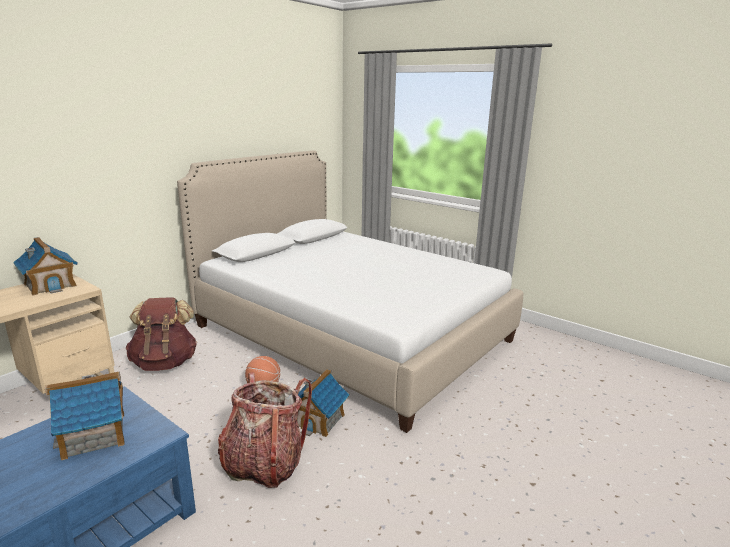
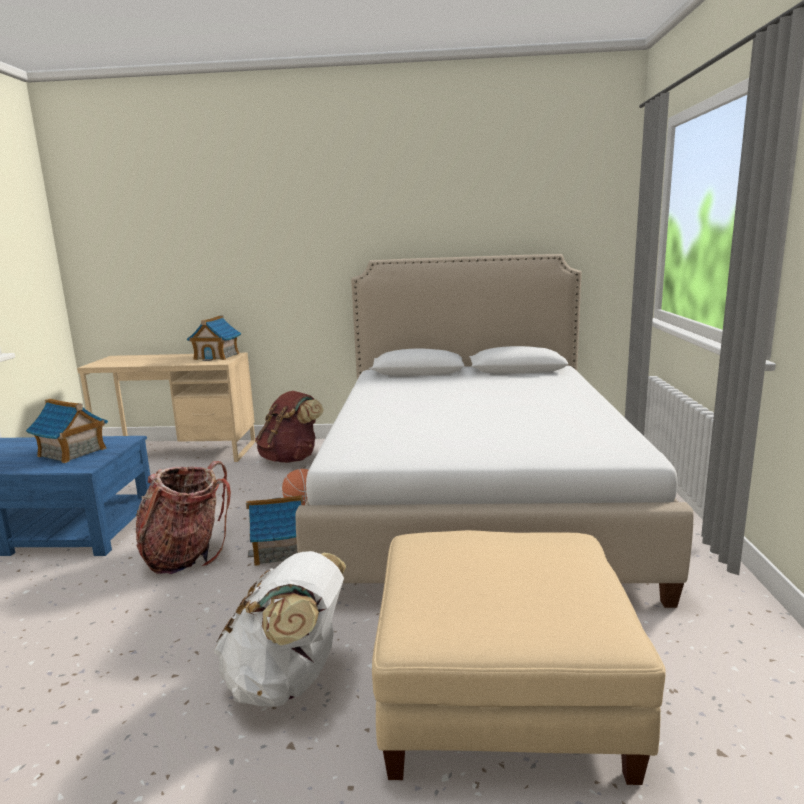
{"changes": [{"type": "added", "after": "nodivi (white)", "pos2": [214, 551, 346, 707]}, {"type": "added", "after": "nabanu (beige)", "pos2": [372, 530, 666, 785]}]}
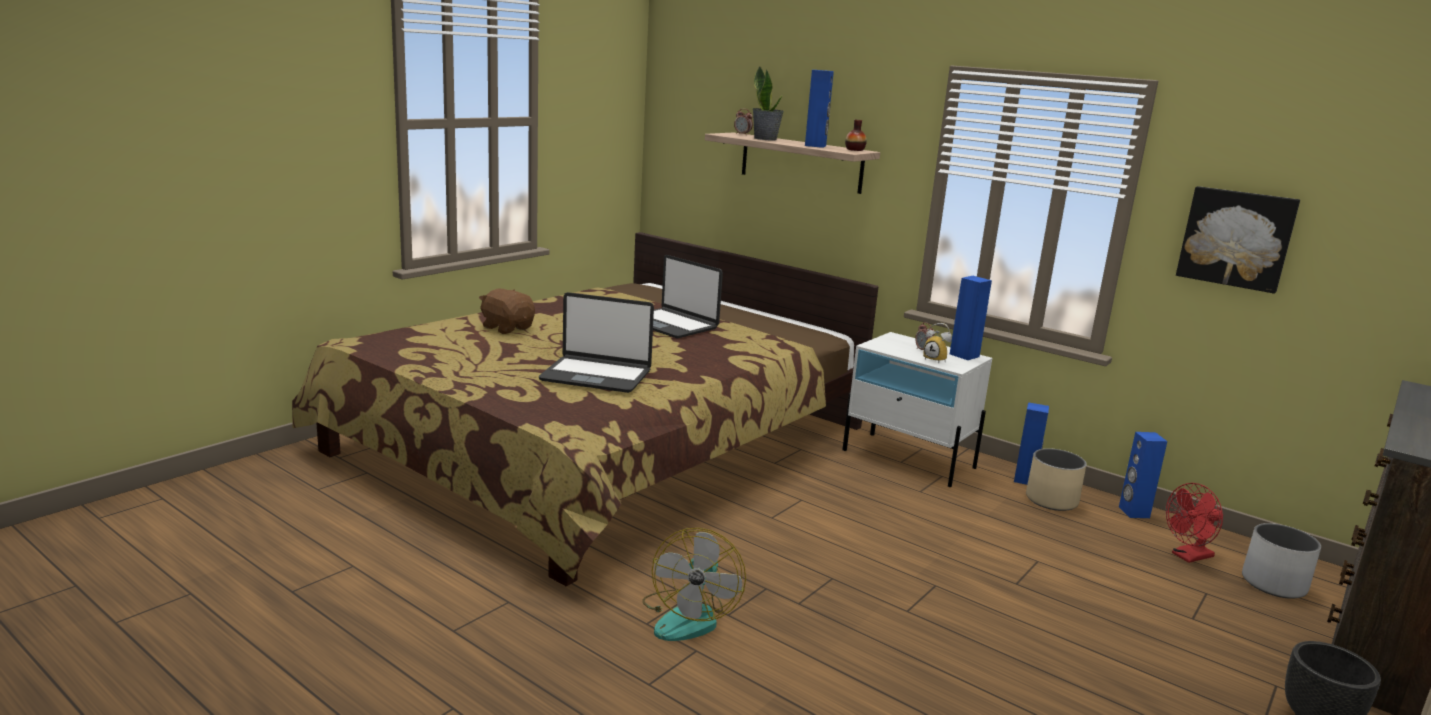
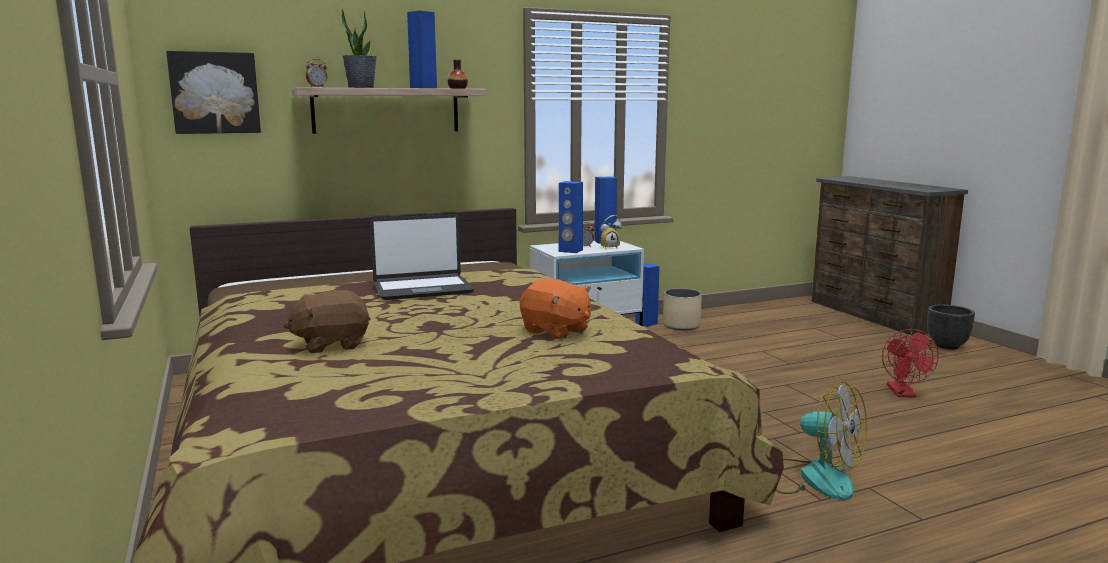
{"changes": [{"type": "removed", "before": "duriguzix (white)", "pos1": [1242, 523, 1321, 599]}, {"type": "moved", "before": "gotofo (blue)", "pos1": [1119, 432, 1167, 518], "pos2": [559, 181, 583, 253]}, {"type": "moved", "before": "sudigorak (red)", "pos1": [1166, 483, 1223, 563], "pos2": [882, 329, 939, 397]}, {"type": "moved", "before": "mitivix", "pos1": [1176, 186, 1300, 294], "pos2": [166, 51, 261, 134]}, {"type": "replaced", "before": "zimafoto", "after": "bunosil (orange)", "pos1": [539, 292, 654, 393], "pos2": [520, 279, 591, 340]}]}
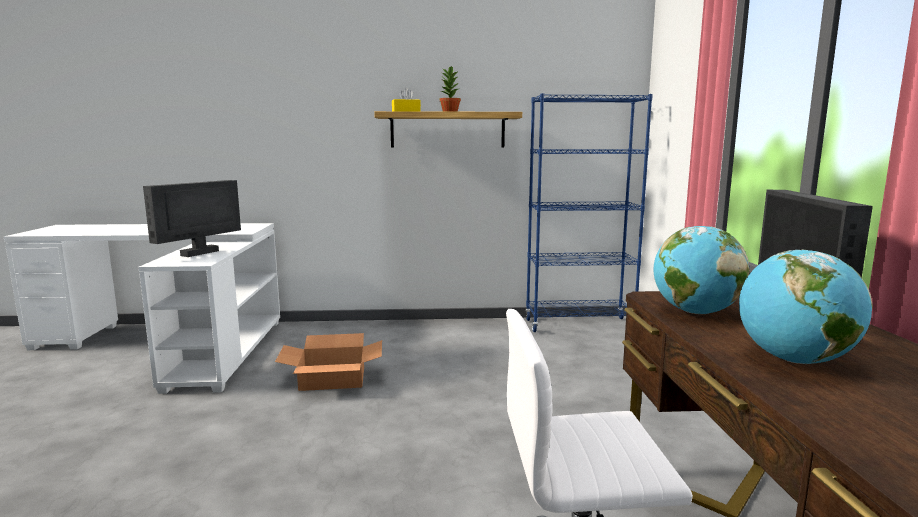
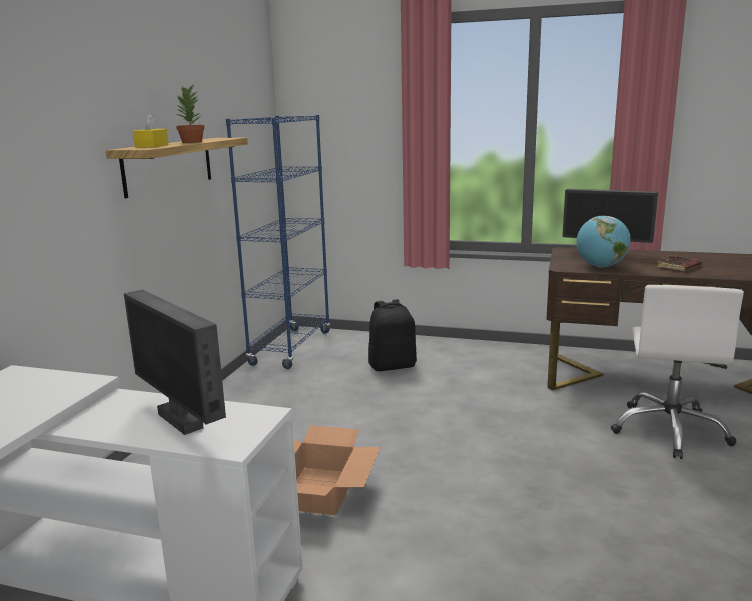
{"changes": [{"type": "added", "after": "nodivi (black)", "pos2": [368, 299, 417, 371]}, {"type": "replaced", "before": "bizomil", "after": "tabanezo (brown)", "pos1": [739, 250, 872, 364], "pos2": [657, 256, 702, 272]}]}
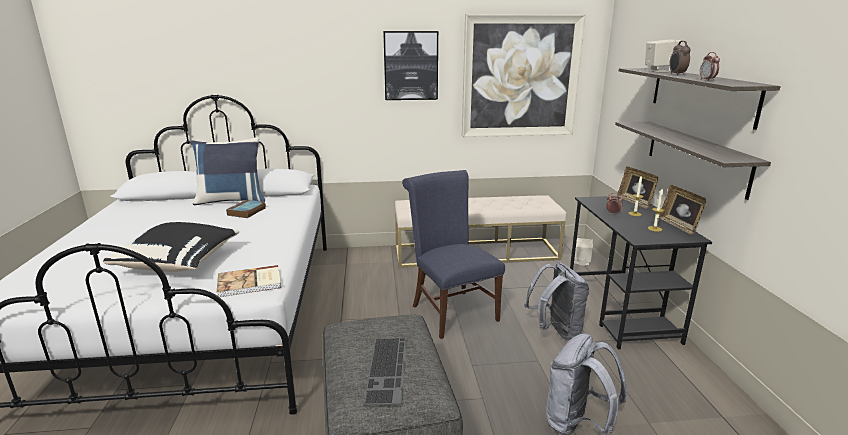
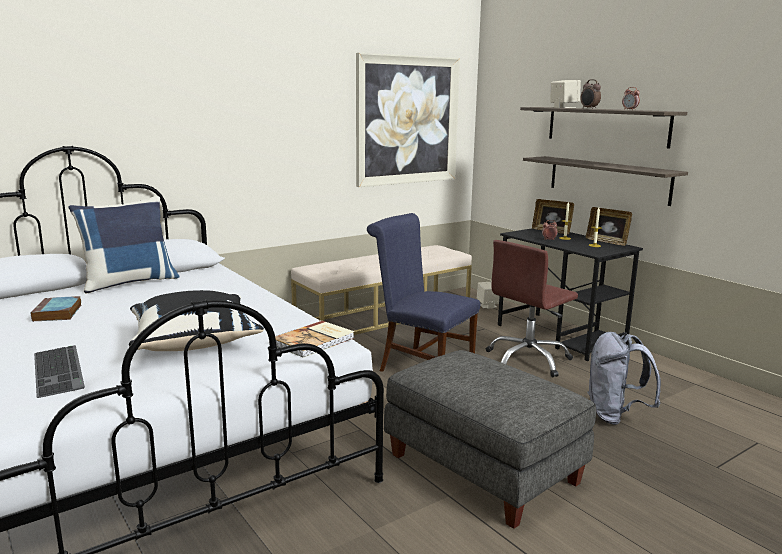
{"changes": [{"type": "removed", "before": "mitivix", "pos1": [383, 31, 438, 100]}, {"type": "moved", "before": "tabanezo", "pos1": [226, 200, 266, 218], "pos2": [31, 296, 81, 322]}, {"type": "moved", "before": "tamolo", "pos1": [363, 338, 407, 405], "pos2": [34, 345, 85, 398]}, {"type": "replaced", "before": "nodivi (grey)", "after": "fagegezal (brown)", "pos1": [524, 262, 589, 341], "pos2": [486, 240, 578, 377]}]}
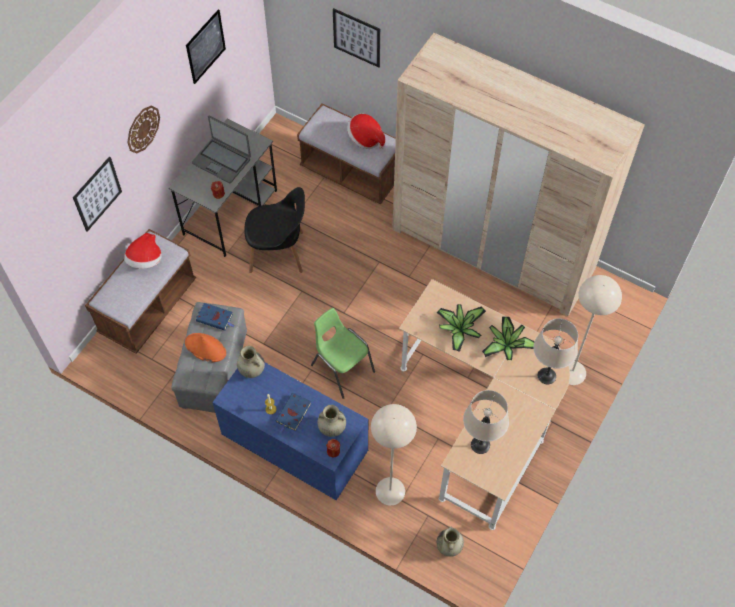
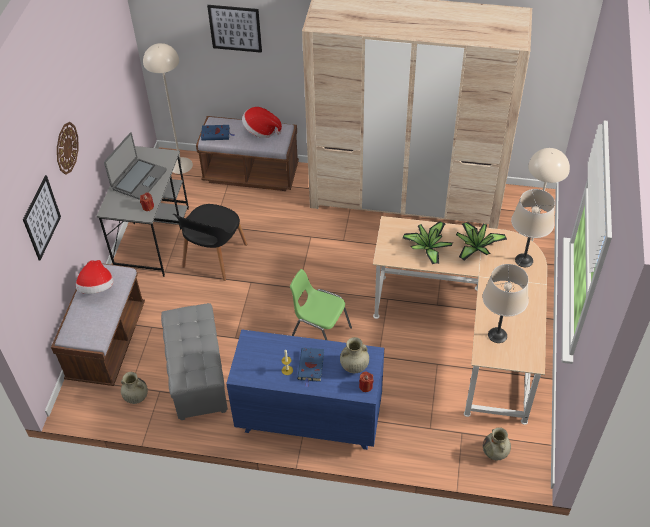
{"changes": [{"type": "removed", "before": "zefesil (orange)", "pos1": [185, 333, 226, 362]}, {"type": "removed", "before": "mitivix", "pos1": [186, 9, 226, 84]}, {"type": "moved", "before": "tabanezo (blue)", "pos1": [196, 303, 234, 331], "pos2": [201, 125, 235, 140]}, {"type": "moved", "before": "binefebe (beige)", "pos1": [237, 346, 265, 378], "pos2": [121, 372, 148, 404]}, {"type": "moved", "before": "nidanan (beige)", "pos1": [371, 404, 417, 505], "pos2": [143, 43, 193, 174]}, {"type": "turned", "before": "zimafoto", "pos1": [192, 116, 251, 183], "pos2": [104, 132, 167, 200], "turn": -75}, {"type": "turned", "before": "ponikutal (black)", "pos1": [244, 187, 305, 273], "pos2": [173, 204, 247, 281], "turn": 135}]}
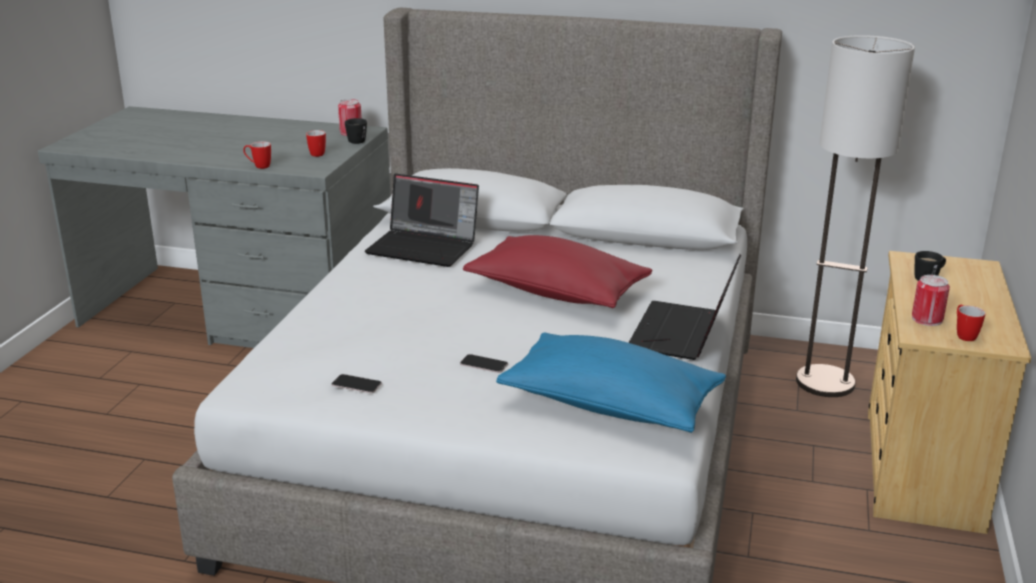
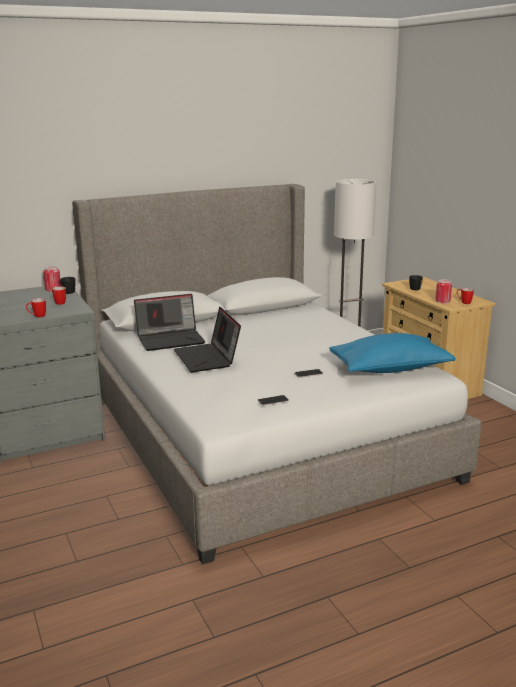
{"changes": [{"type": "removed", "before": "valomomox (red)", "pos1": [463, 235, 652, 308]}, {"type": "moved", "before": "zimafoto", "pos1": [629, 254, 741, 360], "pos2": [174, 307, 241, 372]}]}
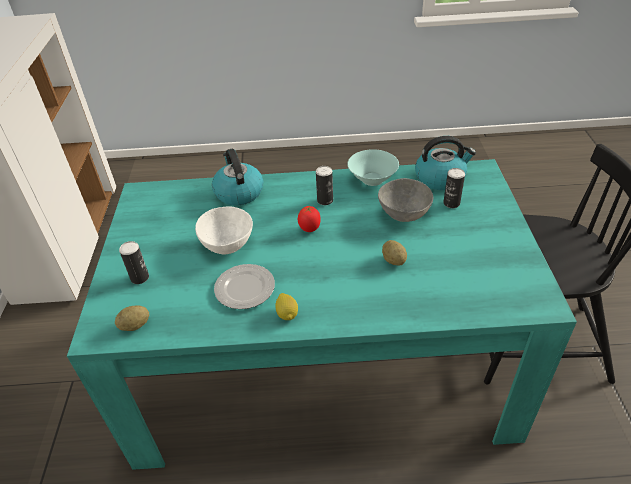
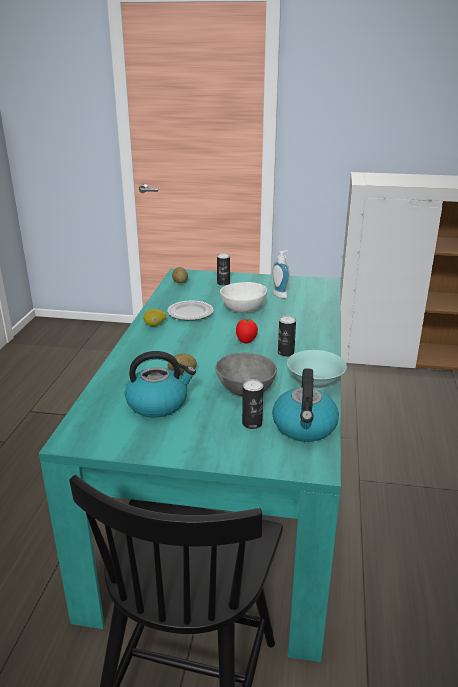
{"changes": [{"type": "added", "after": "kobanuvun", "pos2": [272, 250, 290, 298]}, {"type": "moved", "before": "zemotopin", "pos1": [212, 149, 263, 205], "pos2": [125, 351, 196, 417]}]}
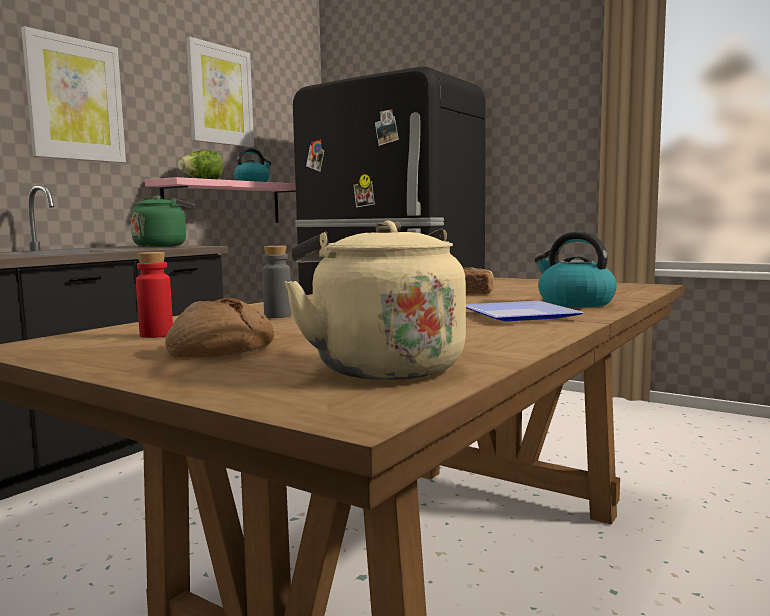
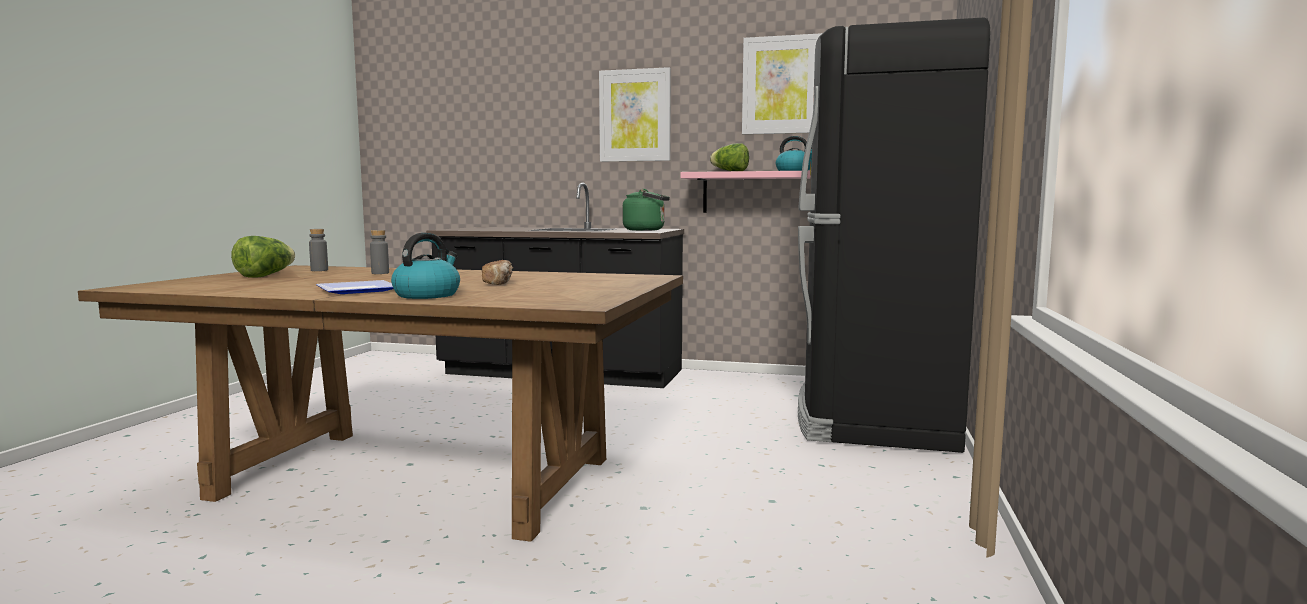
{"changes": [{"type": "removed", "before": "zemotopin (beige)", "pos1": [284, 220, 466, 380]}, {"type": "replaced", "before": "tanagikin", "after": "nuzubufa", "pos1": [165, 298, 274, 358], "pos2": [231, 236, 295, 278]}, {"type": "recoloured", "before": "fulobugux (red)", "after": "fulobugux (grey)", "pos1": [136, 252, 173, 338], "pos2": [309, 229, 328, 271]}]}
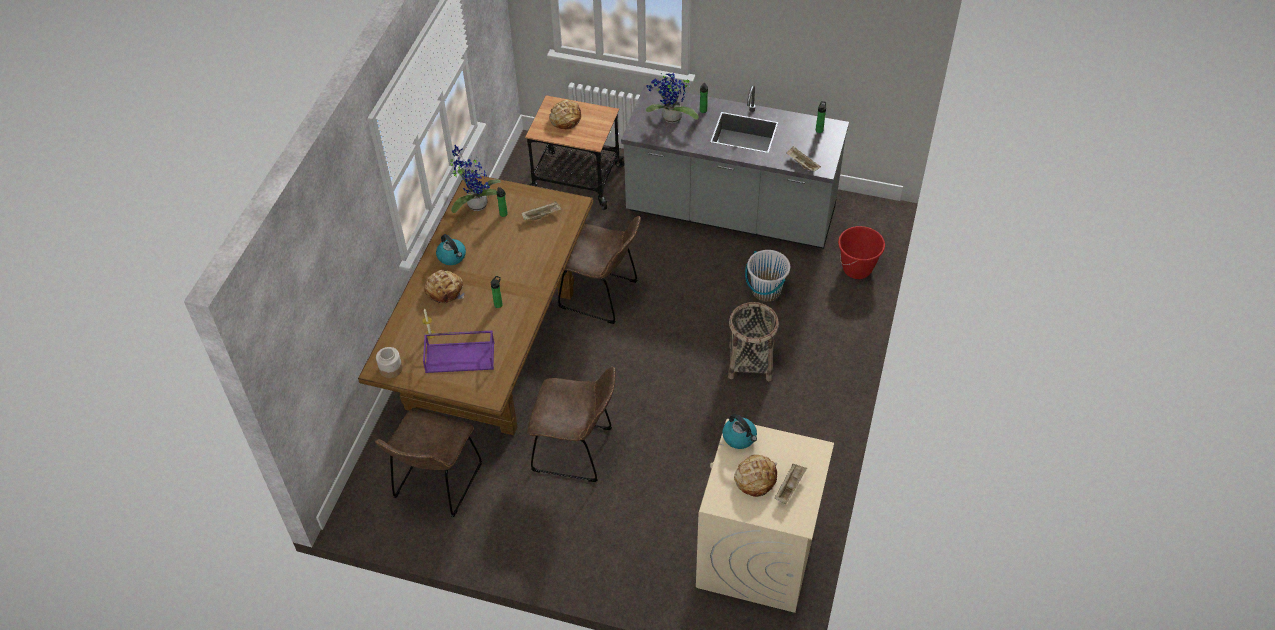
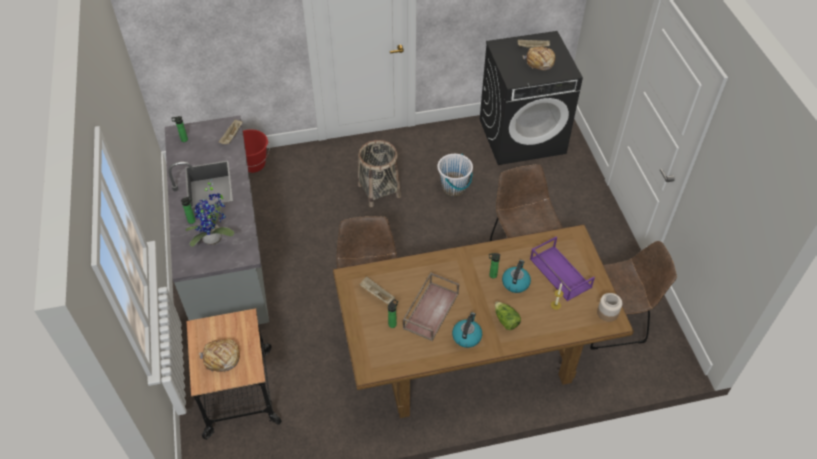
{"changes": [{"type": "removed", "before": "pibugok", "pos1": [450, 145, 501, 213]}, {"type": "added", "after": "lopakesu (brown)", "pos2": [403, 272, 459, 341]}, {"type": "moved", "before": "zemotopin", "pos1": [722, 414, 757, 449], "pos2": [502, 260, 531, 293]}, {"type": "moved", "before": "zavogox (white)", "pos1": [745, 250, 790, 302], "pos2": [437, 154, 473, 197]}, {"type": "replaced", "before": "tanagikin", "after": "nuzubufa", "pos1": [424, 270, 465, 303], "pos2": [495, 302, 521, 330]}, {"type": "recoloured", "before": "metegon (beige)", "after": "metegon (black)", "pos1": [696, 419, 834, 613], "pos2": [480, 31, 583, 165]}]}
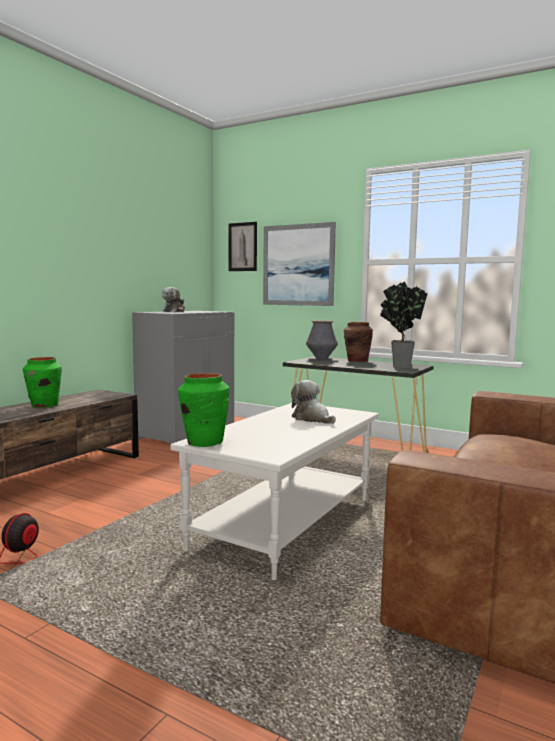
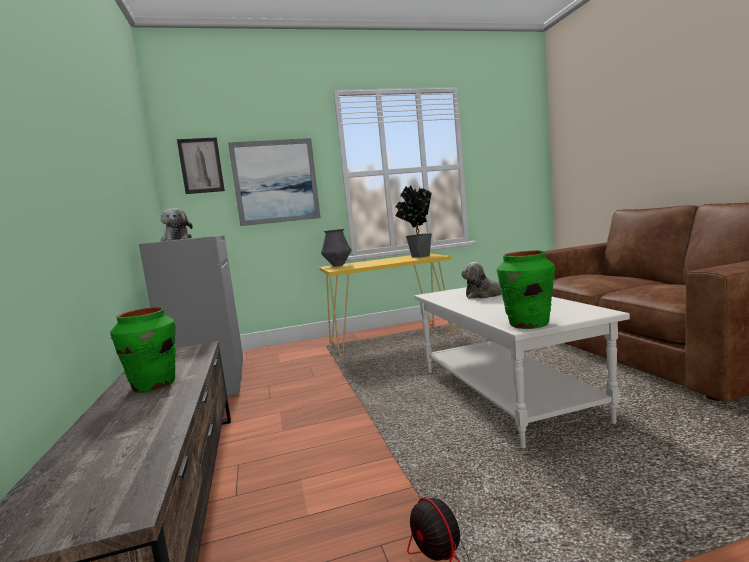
{"changes": [{"type": "removed", "before": "binefebe (brown)", "pos1": [344, 322, 373, 362]}, {"type": "recoloured", "before": "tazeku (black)", "after": "tazeku (yellow)", "pos1": [283, 356, 434, 453], "pos2": [319, 254, 454, 356]}]}
